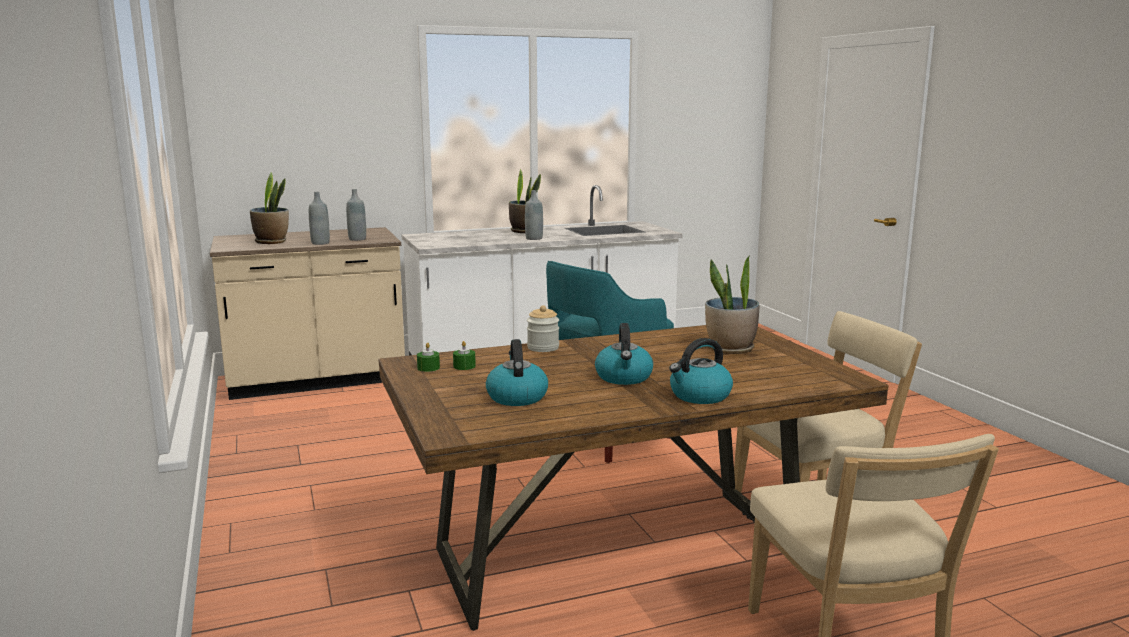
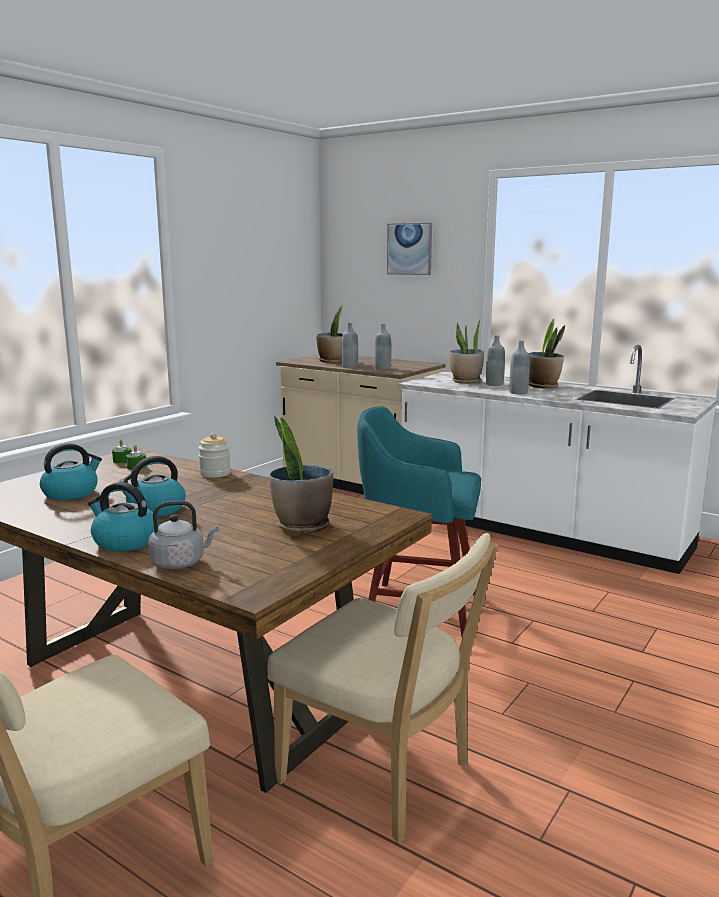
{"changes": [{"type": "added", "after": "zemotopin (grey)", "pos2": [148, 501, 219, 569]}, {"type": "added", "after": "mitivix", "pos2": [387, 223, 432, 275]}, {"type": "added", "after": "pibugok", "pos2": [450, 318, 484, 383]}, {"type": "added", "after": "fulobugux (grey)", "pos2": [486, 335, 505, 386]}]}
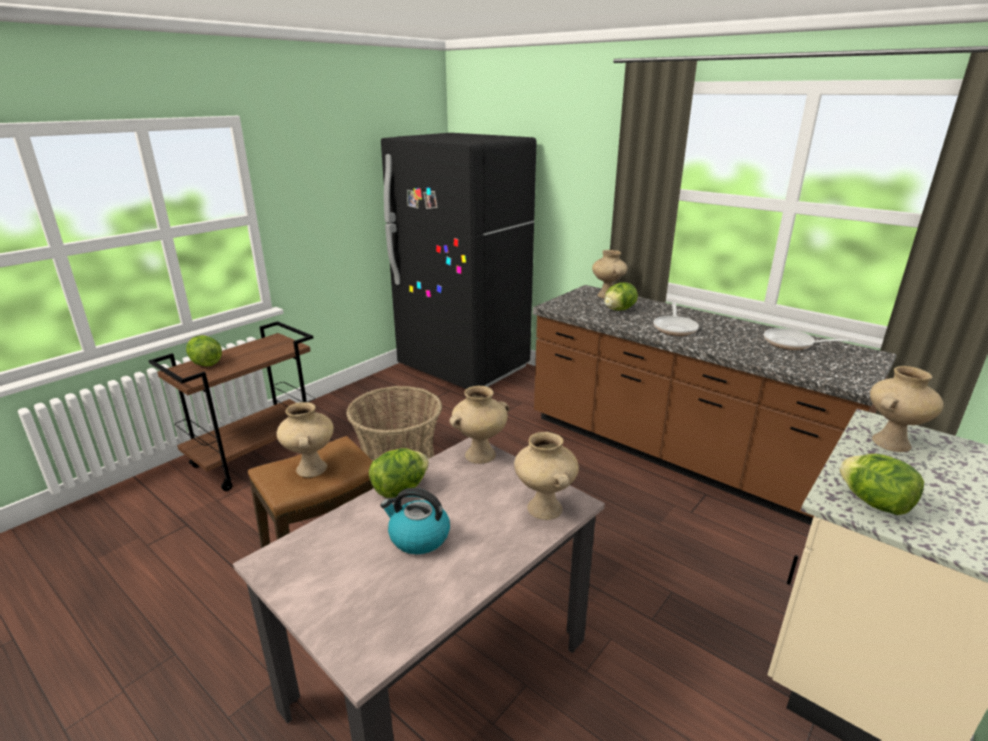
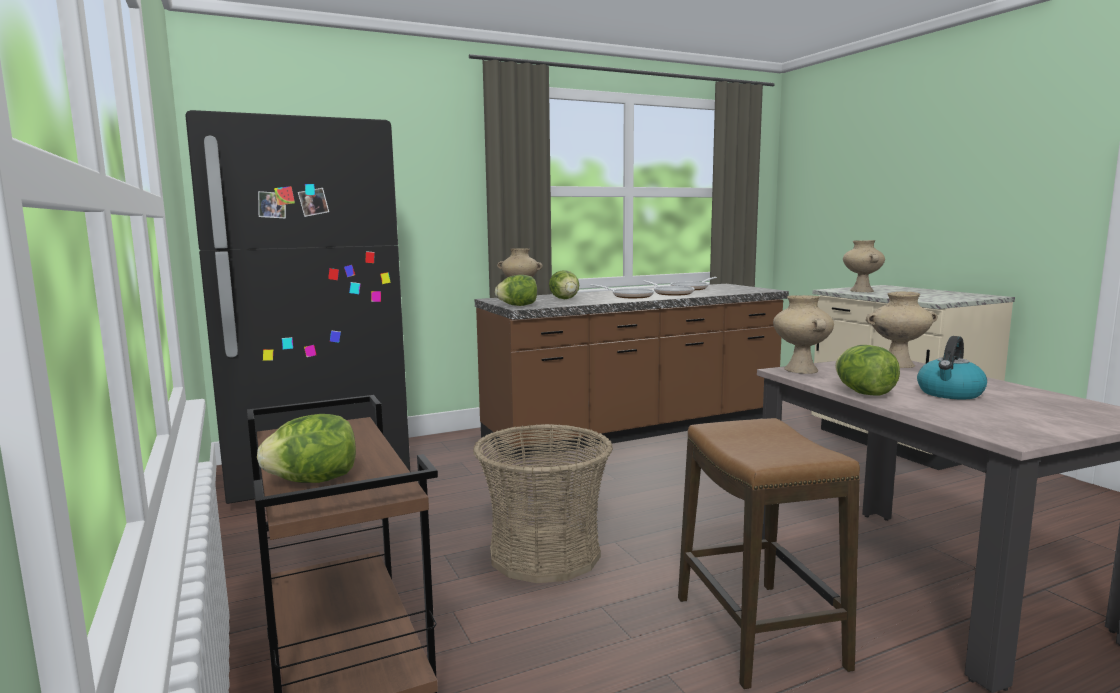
{"changes": [{"type": "removed", "before": "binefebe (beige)", "pos1": [277, 402, 334, 478]}, {"type": "added", "after": "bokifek", "pos2": [643, 281, 694, 296]}, {"type": "moved", "before": "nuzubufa", "pos1": [839, 454, 924, 515], "pos2": [495, 275, 537, 306]}]}
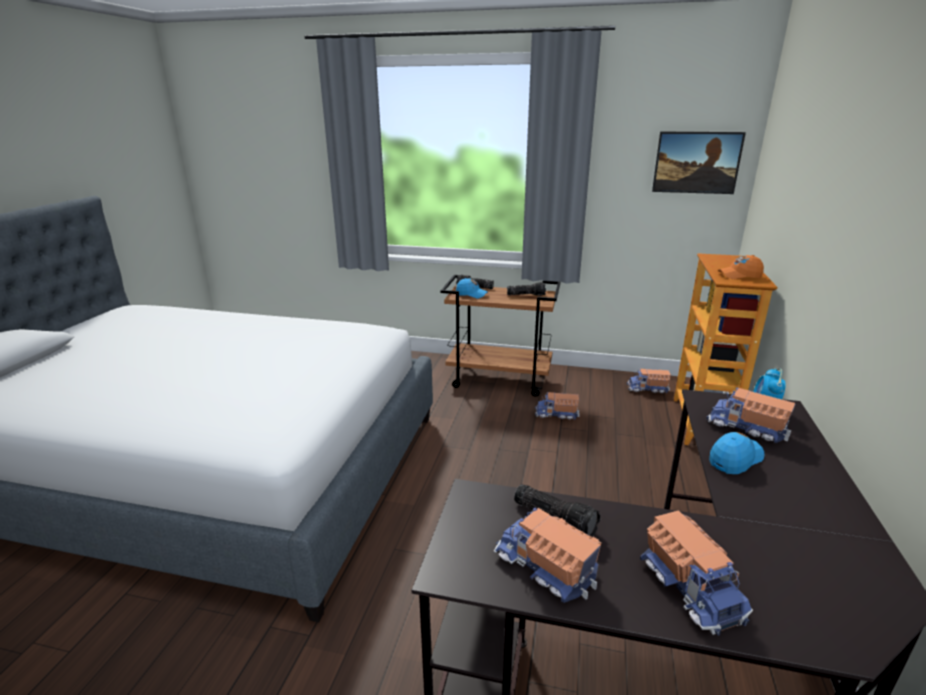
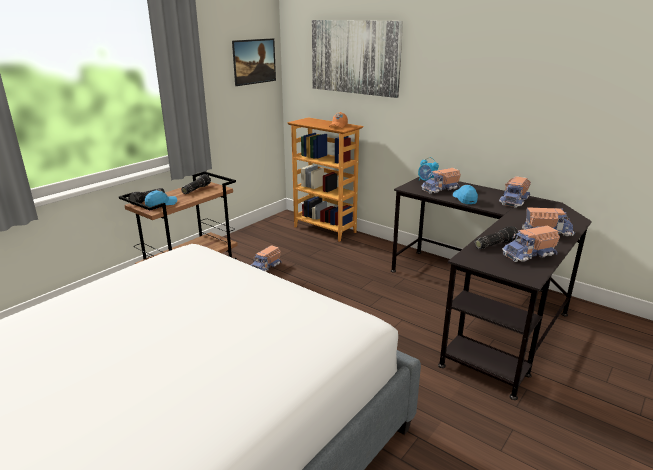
{"changes": [{"type": "added", "after": "mitivix", "pos2": [312, 20, 403, 98]}, {"type": "moved", "before": "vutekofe", "pos1": [627, 369, 671, 393], "pos2": [499, 176, 531, 208]}]}
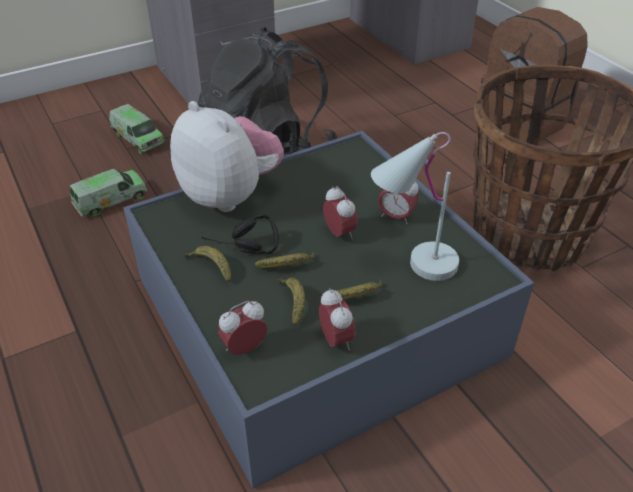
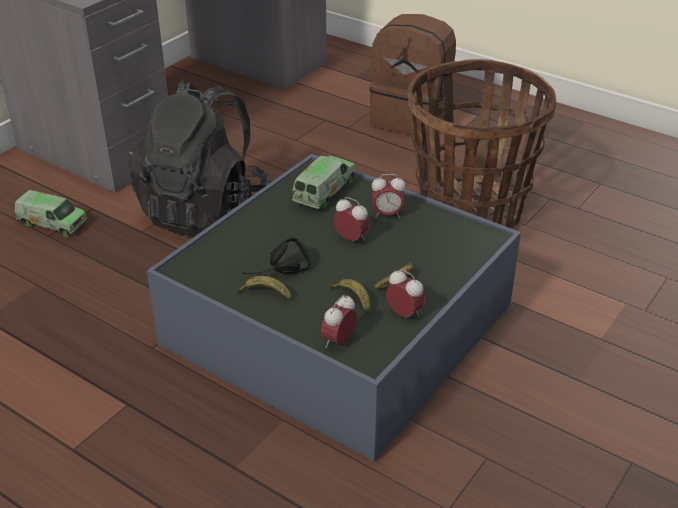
{"changes": [{"type": "removed", "before": "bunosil", "pos1": [170, 101, 284, 212]}, {"type": "removed", "before": "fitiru", "pos1": [255, 252, 315, 268]}, {"type": "removed", "before": "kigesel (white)", "pos1": [371, 132, 459, 281]}, {"type": "moved", "before": "vutekofe", "pos1": [70, 169, 147, 217], "pos2": [292, 156, 356, 209]}]}
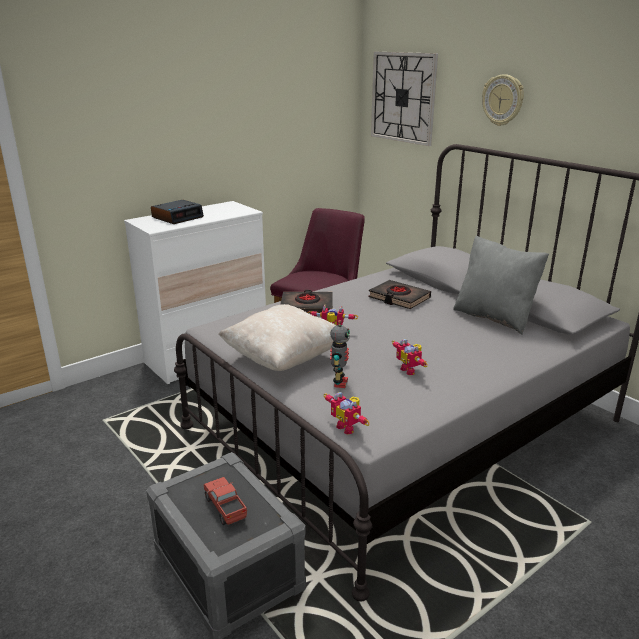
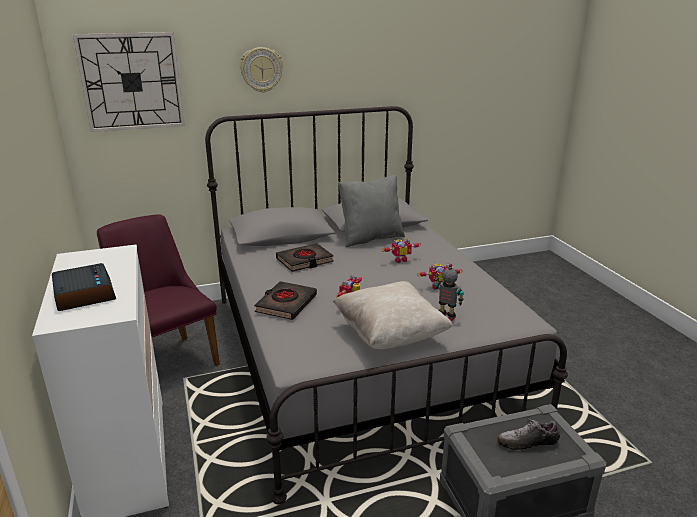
{"changes": [{"type": "moved", "before": "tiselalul", "pos1": [324, 392, 370, 434], "pos2": [382, 238, 421, 263]}, {"type": "replaced", "before": "vutekofe", "after": "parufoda", "pos1": [203, 477, 247, 525], "pos2": [497, 419, 560, 450]}]}
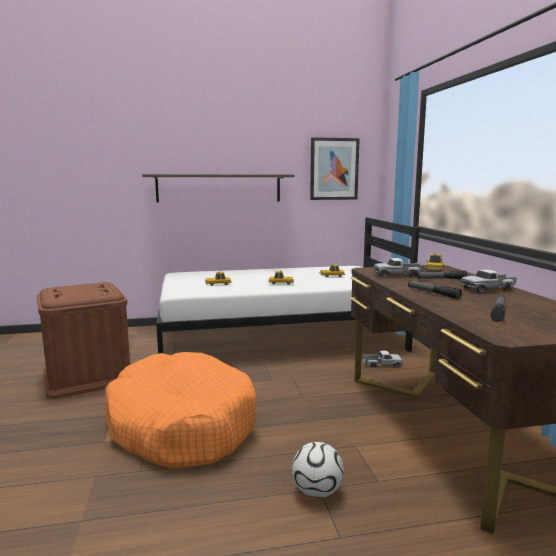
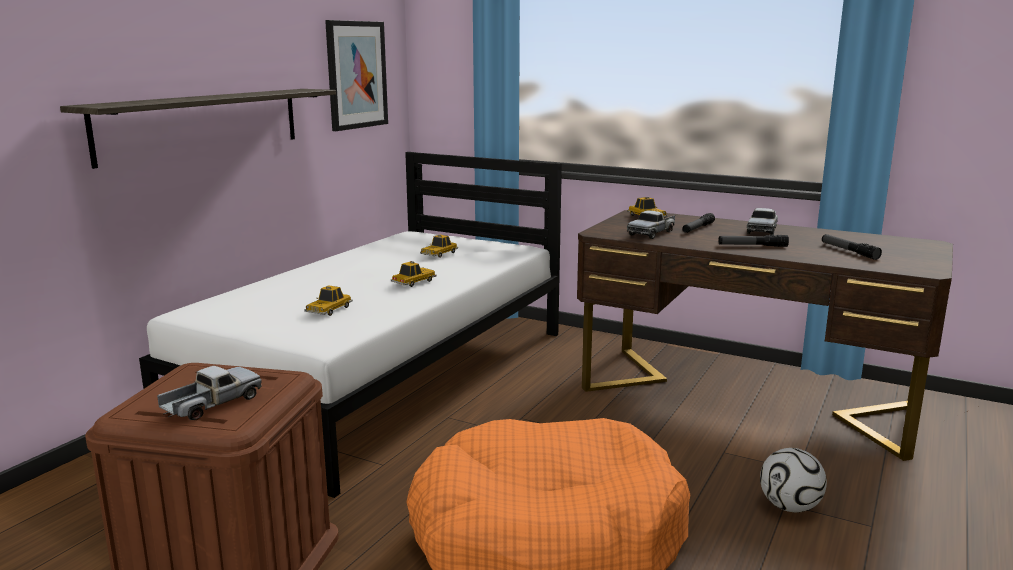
{"changes": [{"type": "moved", "before": "vutekofe", "pos1": [363, 351, 402, 368], "pos2": [157, 366, 262, 420]}]}
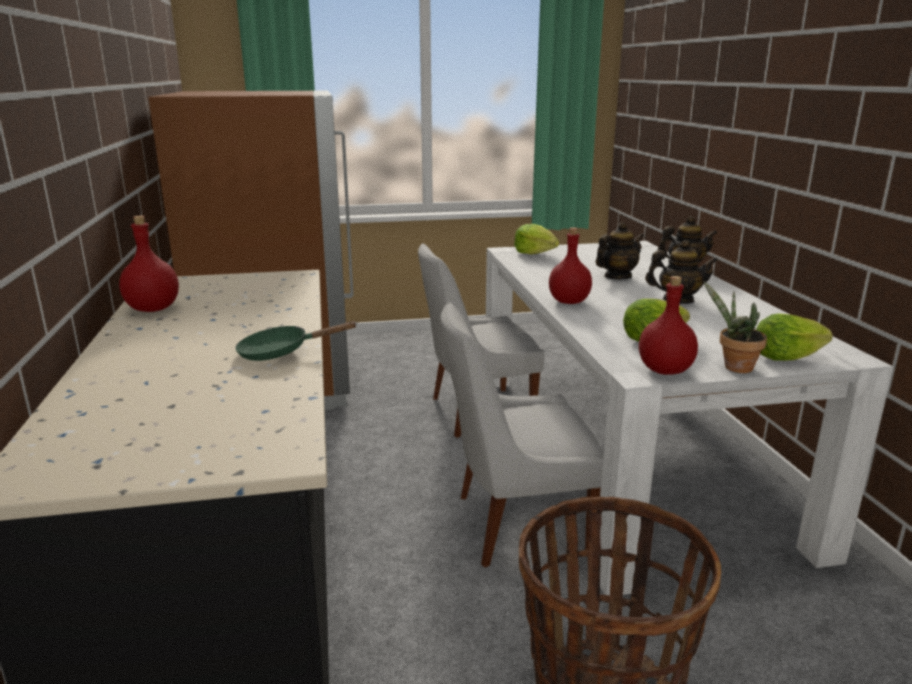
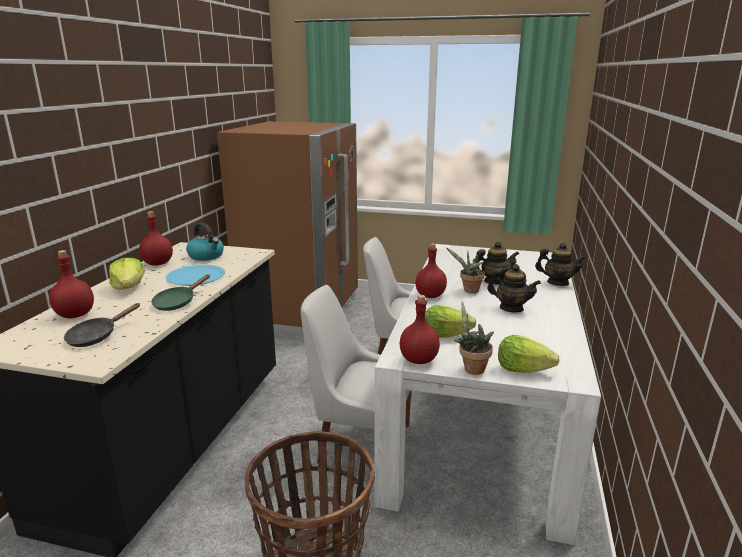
{"changes": [{"type": "added", "after": "fulobugux (red)", "pos2": [49, 250, 94, 319]}, {"type": "added", "after": "bokifek (black)", "pos2": [64, 303, 140, 347]}, {"type": "added", "after": "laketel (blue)", "pos2": [166, 265, 225, 286]}, {"type": "added", "after": "zemotopin", "pos2": [186, 223, 224, 261]}, {"type": "added", "after": "pibugok", "pos2": [446, 248, 485, 293]}, {"type": "moved", "before": "nuzubufa", "pos1": [514, 224, 559, 254], "pos2": [109, 258, 145, 290]}, {"type": "turned", "before": "bokifek (green)", "pos1": [235, 321, 358, 361], "pos2": [151, 274, 210, 311], "turn": -75}]}
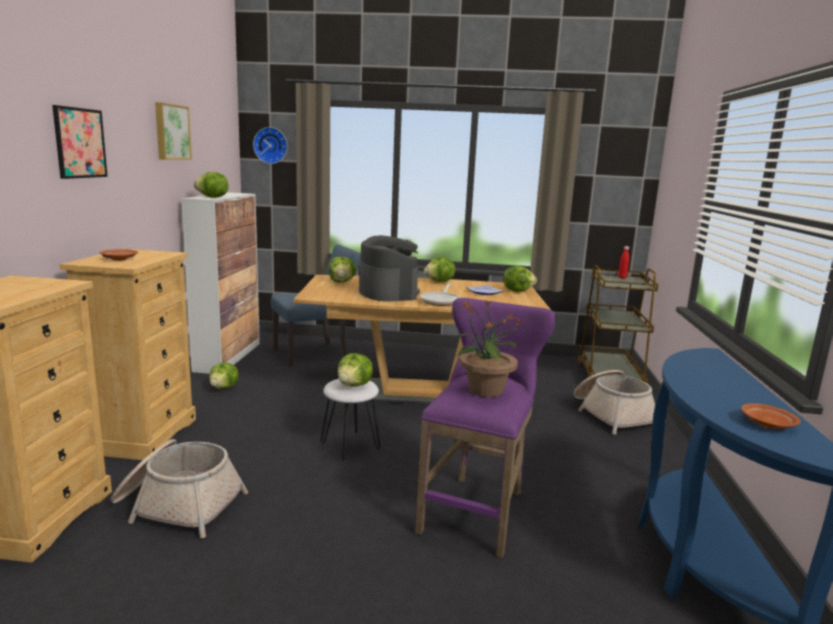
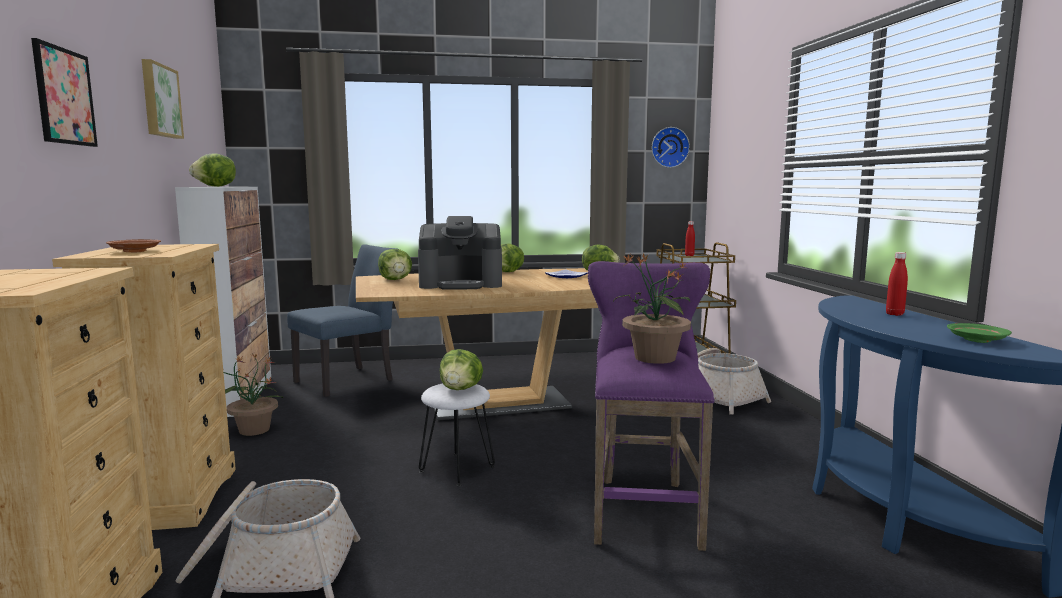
{"changes": [{"type": "removed", "before": "bokifek", "pos1": [420, 283, 460, 306]}, {"type": "added", "after": "fulobugux (red)", "pos2": [886, 252, 908, 316]}, {"type": "moved", "before": "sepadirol", "pos1": [253, 127, 287, 164], "pos2": [652, 127, 690, 168]}, {"type": "replaced", "before": "nuzubufa", "after": "pibugok", "pos1": [209, 363, 239, 389], "pos2": [223, 353, 283, 436]}, {"type": "recoloured", "before": "laketel (brown)", "after": "laketel (green)", "pos1": [741, 403, 801, 429], "pos2": [947, 323, 1012, 343]}, {"type": "turned", "before": "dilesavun", "pos1": [359, 235, 420, 301], "pos2": [418, 216, 502, 290], "turn": 120}]}
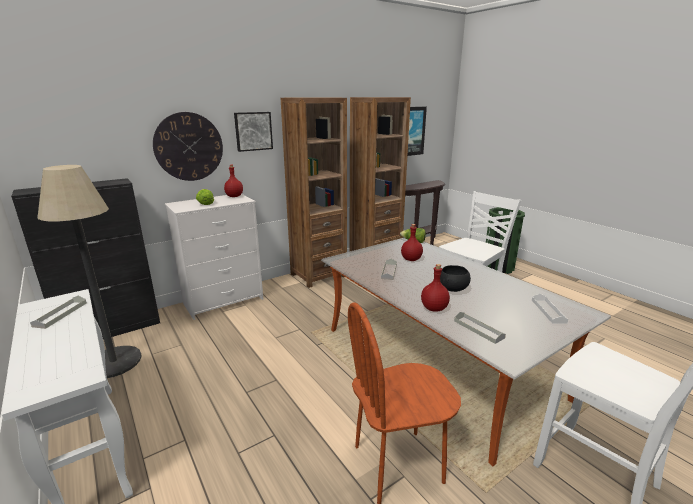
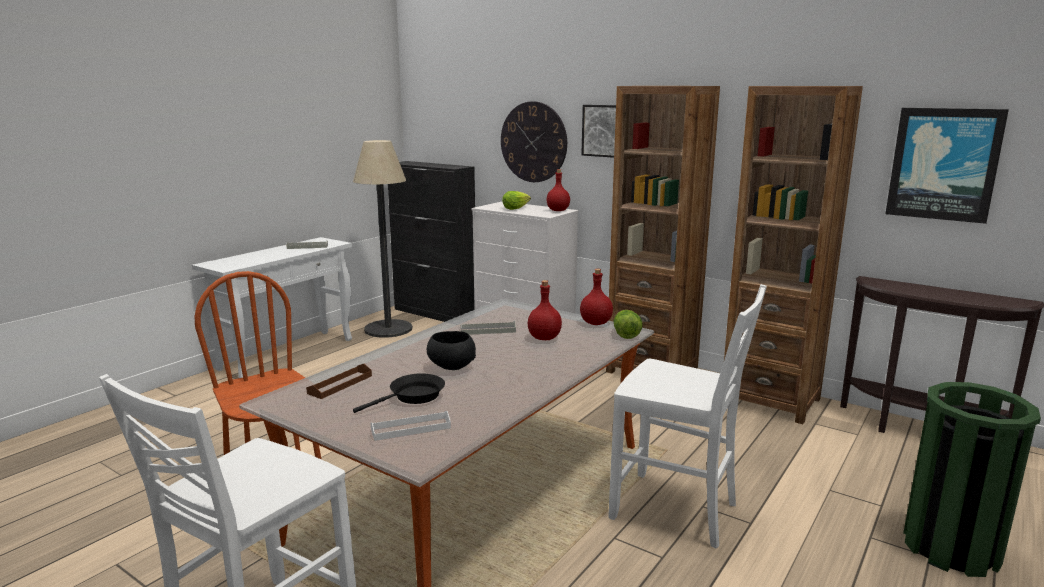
{"changes": [{"type": "added", "after": "bokifek (black)", "pos2": [353, 373, 445, 413]}, {"type": "moved", "before": "fulobugux (red)", "pos1": [421, 264, 450, 312], "pos2": [580, 269, 613, 325]}, {"type": "recoloured", "before": "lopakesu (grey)", "after": "lopakesu (brown)", "pos1": [454, 312, 506, 344], "pos2": [306, 364, 372, 399]}]}
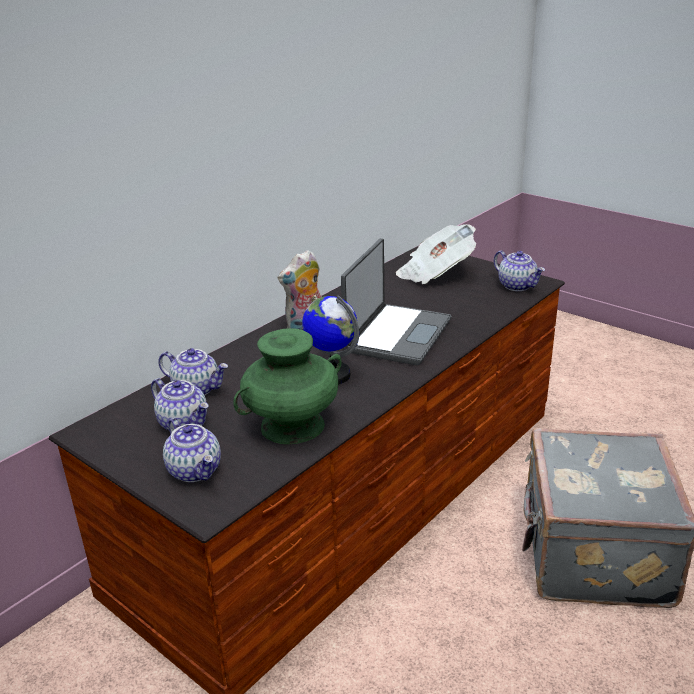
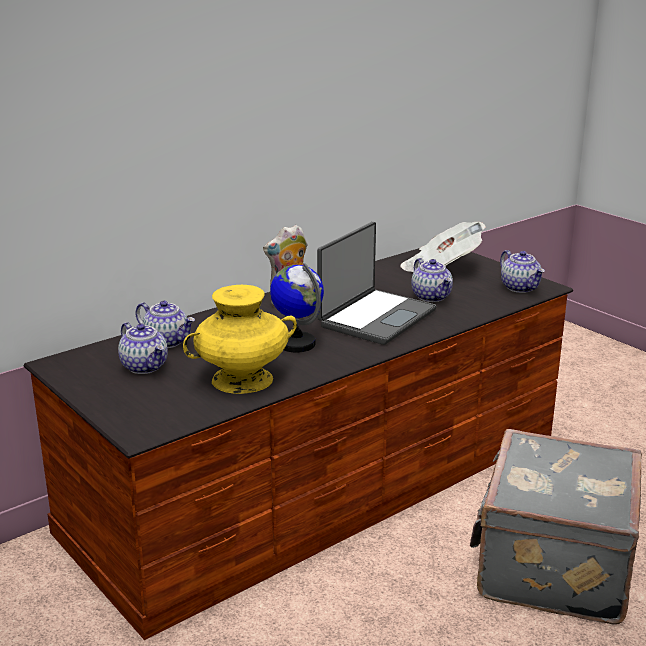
{"changes": [{"type": "moved", "before": "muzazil", "pos1": [163, 418, 221, 482], "pos2": [411, 258, 453, 302]}, {"type": "recoloured", "before": "binefebe (green)", "after": "binefebe (yellow)", "pos1": [233, 328, 341, 444], "pos2": [183, 285, 297, 394]}]}
